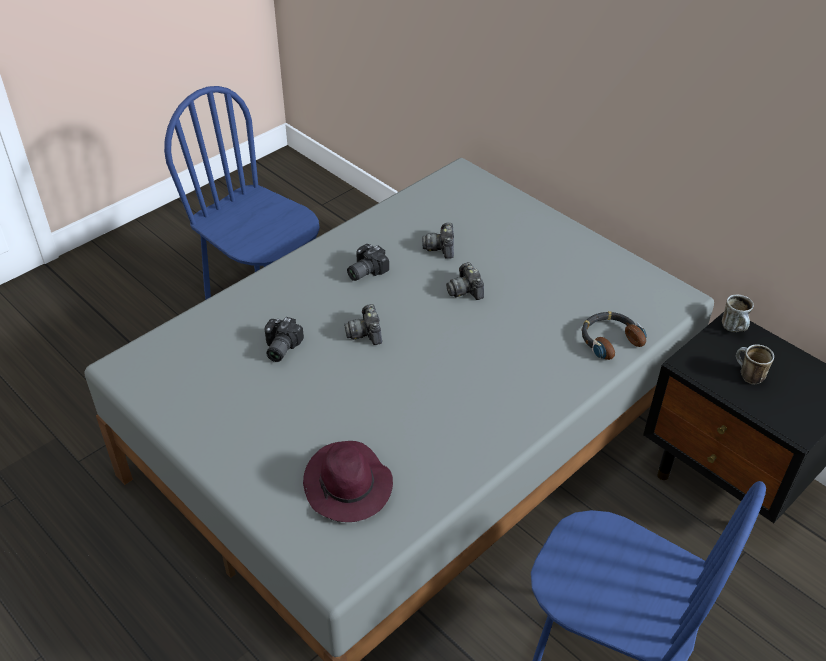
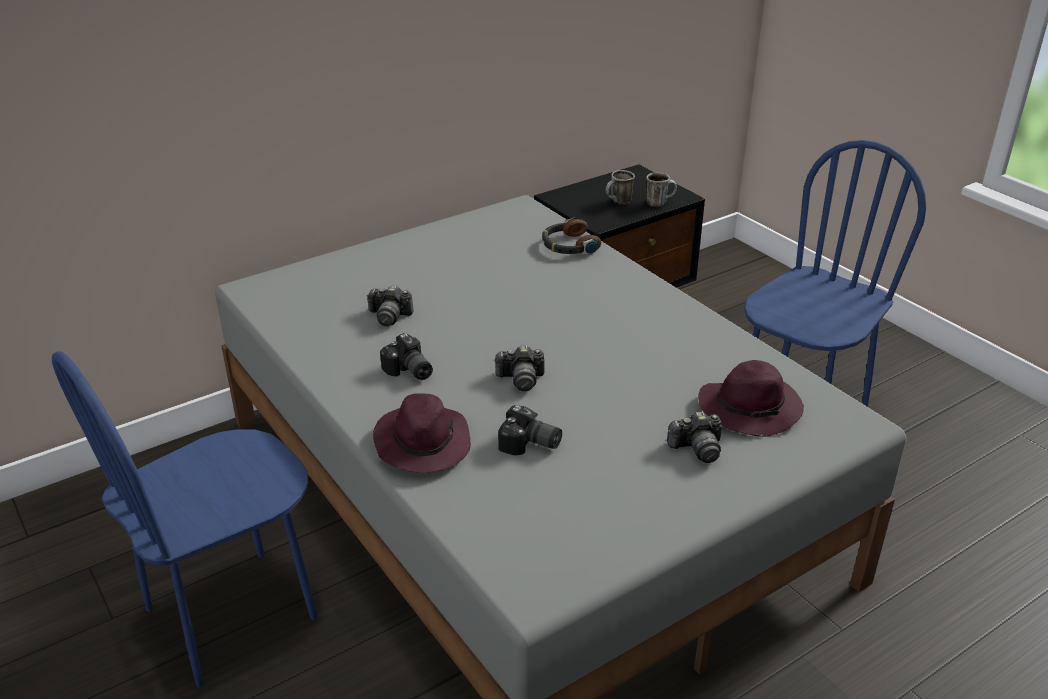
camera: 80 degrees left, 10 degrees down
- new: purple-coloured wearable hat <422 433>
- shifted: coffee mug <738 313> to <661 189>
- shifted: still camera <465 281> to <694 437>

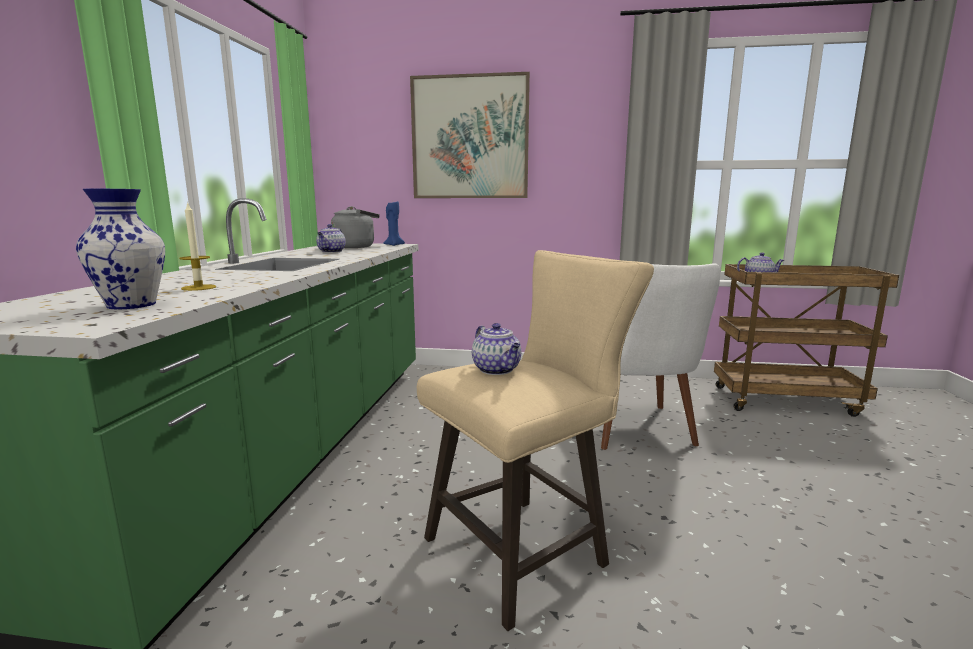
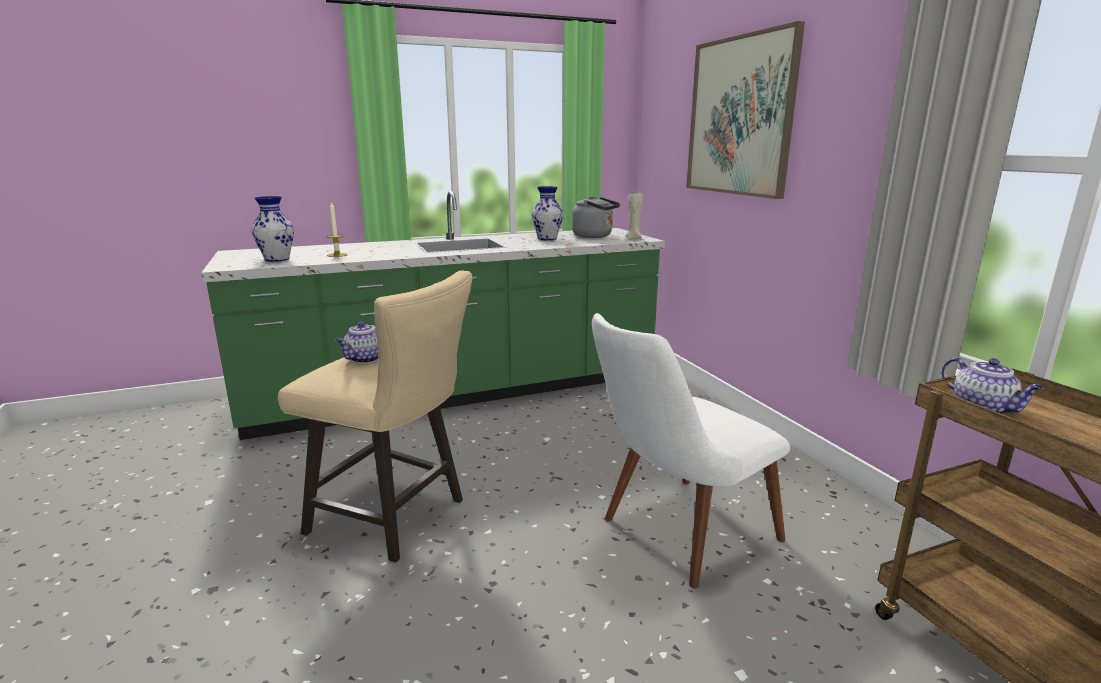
camera: 60 degrees right, 5 degrees up
- swapped: pot for tea <331 238> to decorative vase <547 213>
- repainted: blue-coloured wax light <394 223> to sand-coloured wax light <634 216>

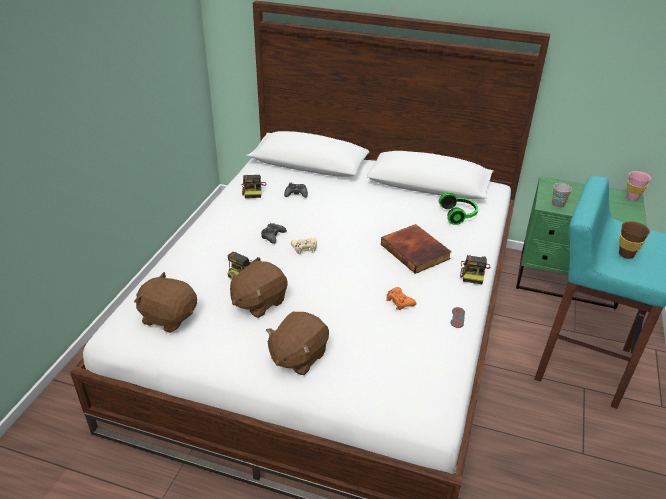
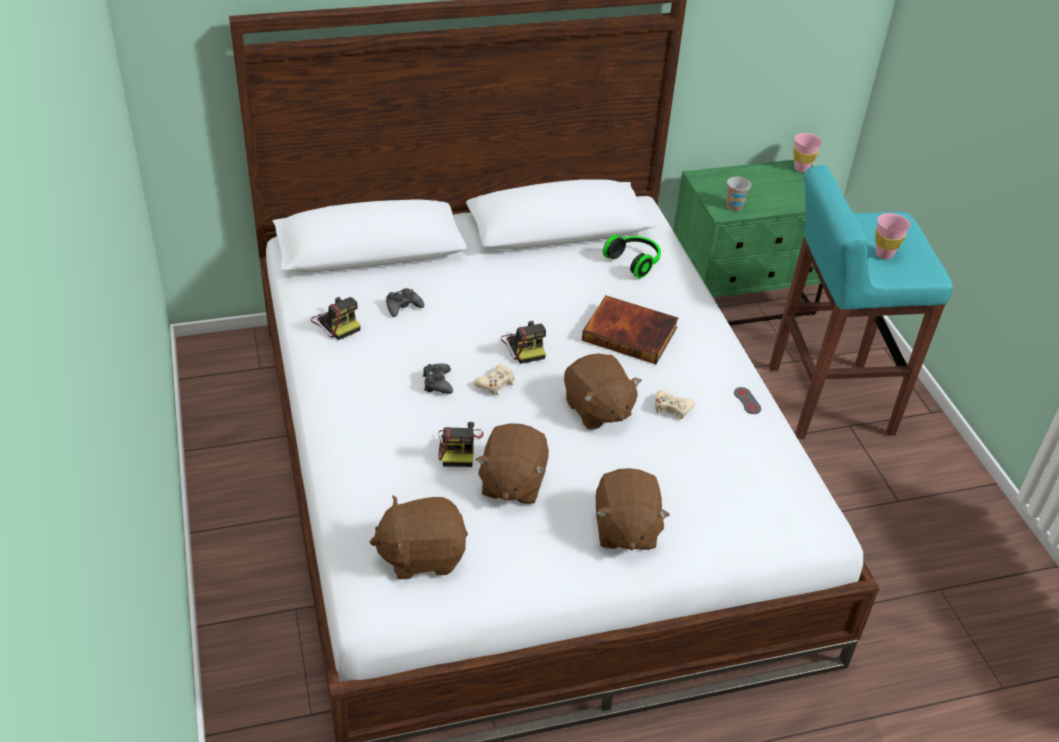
camera: 35 degrees left, 5 degrees up
- shifted: still camera <475 269> to <523 342>
- new: brownish soft toy <603 391>
- repainted: orange-coloured gamepad <401 298> to sand-coloured gamepad <675 405>
- repainted: brownish drinking cup <634 240> to pink-coloured drinking cup <892 236>

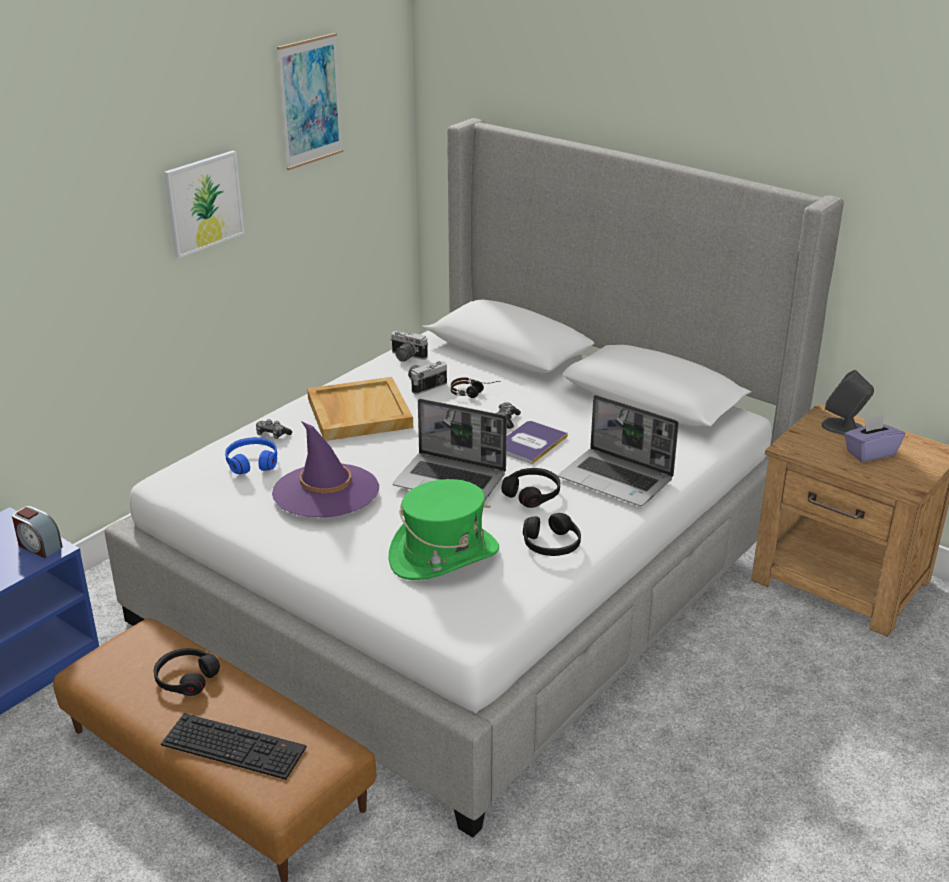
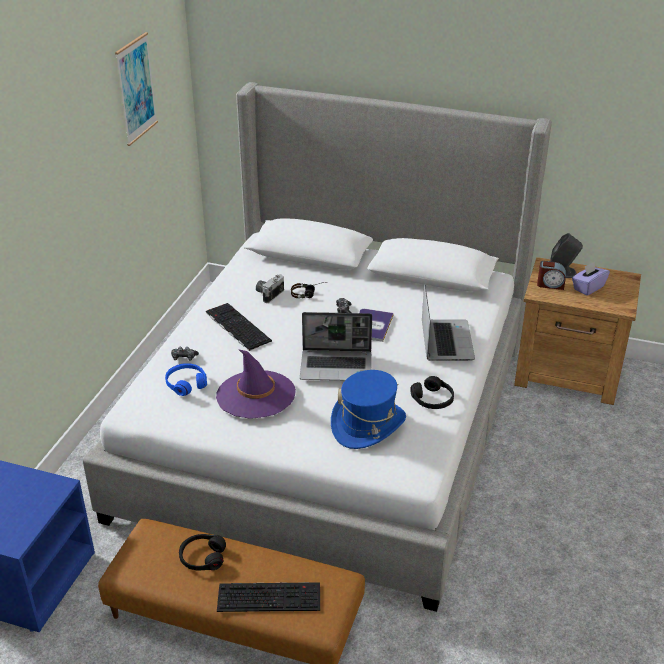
camera: 20 degrees left, 5 degrees up
- swapped: sand-coloured serving tray <360 409> to PC keyboard <239 327>
- repainted: green wearable hat <444 529> to blue-coloured wearable hat <368 409>
- rotated: portable computer <618 450> = <448 323> 105 degrees counterclockwise
- shifted: bedside clock <37 532> to <551 275>
- gone: wall picture <204 204>
- gone: still camera <409 346>
- gone: black headphones <530 488>

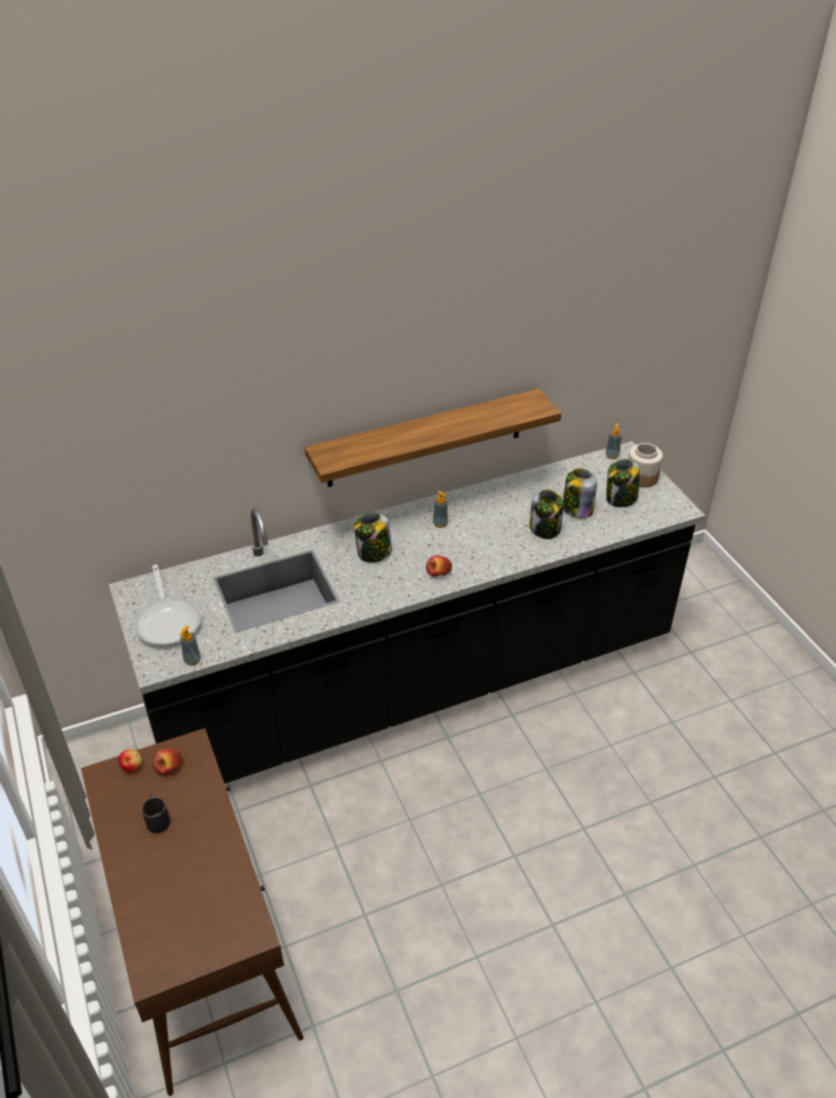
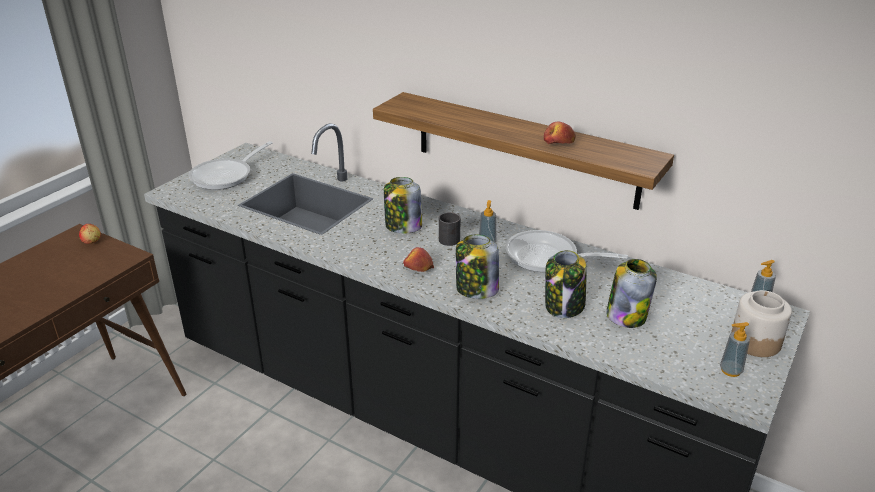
camera: 55 degrees right, 10 degrees down
- shifted: black coffee mug <156 814> to <450 229>
- shifted: jar <623 483> to <477 267>
- new: frying pan <566 251>
- shifted: whole apple <168 761> to <560 133>
- shifted: soap bottle <190 646> to <735 349>

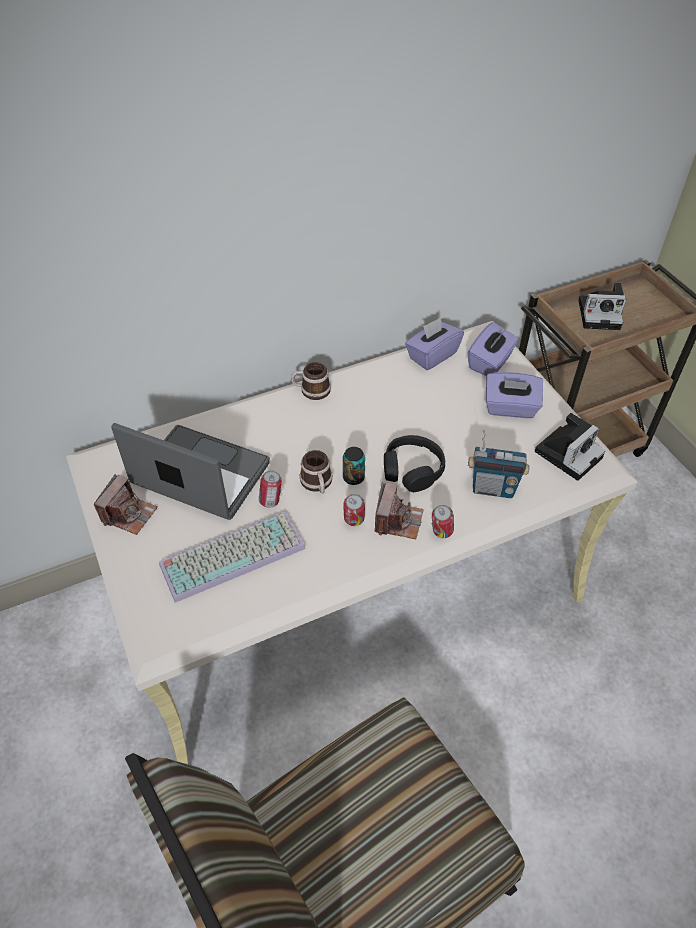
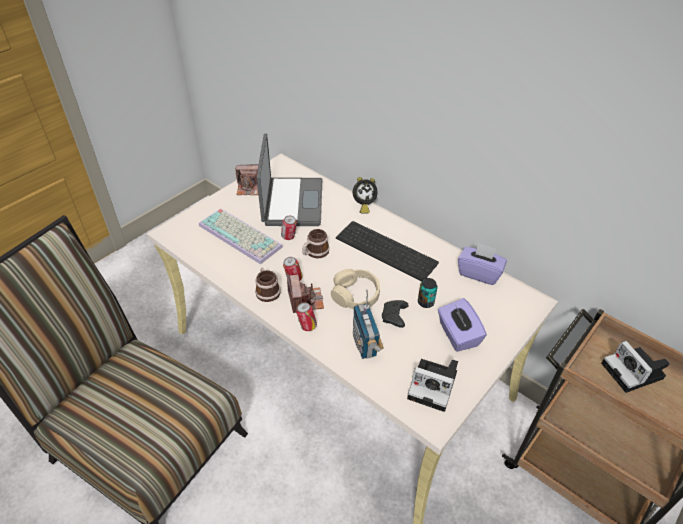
camera: 65 degrees right, 5 degrees down
- shifted: coffee mug <311 381> to <267 285>
- rotated: still camera <399 510> = <305 294> 90 degrees counterclockwise
- repainted: black headphones <414 463> to sand-coloured headphones <355 289>
- new: PC keyboard <387 251>
- new: bedside clock <365 195>
- new: black gamepad <395 314>
- shifted: can <354 466> to <427 293>
- gone: purple-coloured tissue box <493 349>

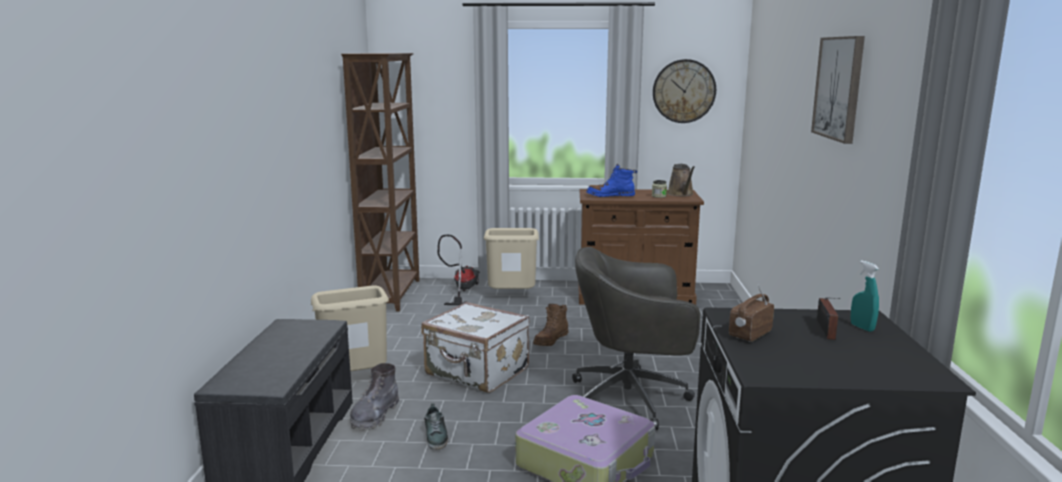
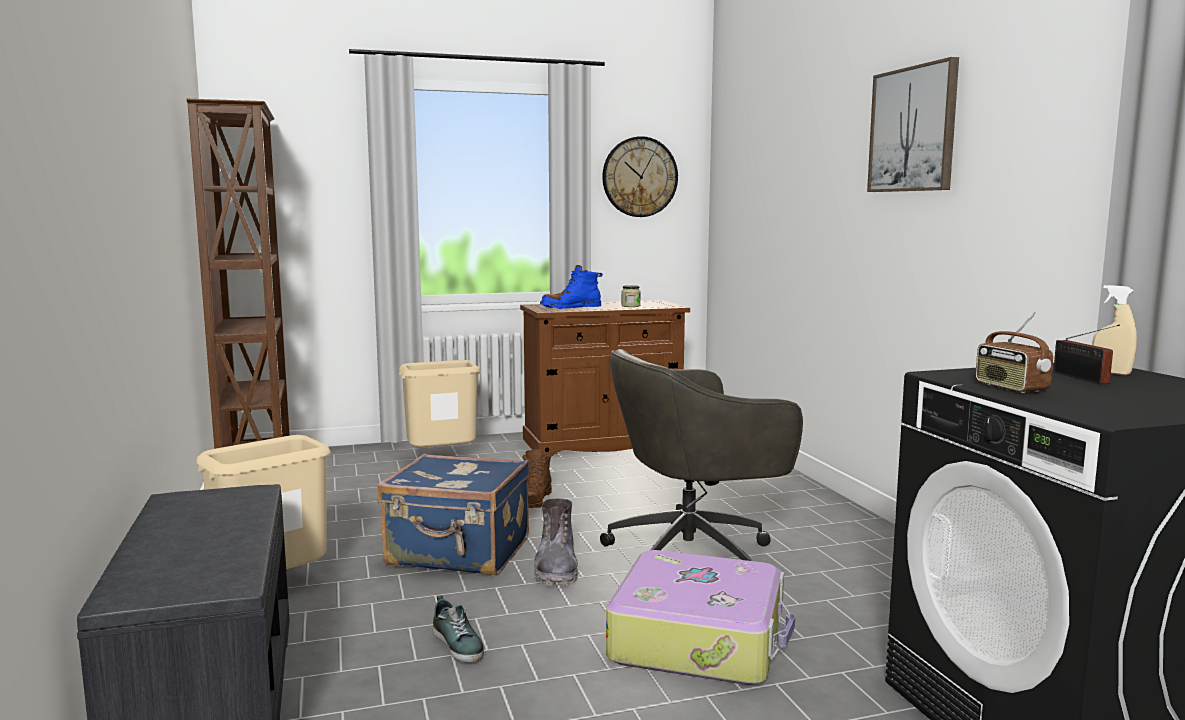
camera: 20 degrees left, 5 degrees down
- repainted: white-coloured suitcase <475 347> to blue-coloured suitcase <453 514>
- shifted: grey boot <374 397> to <556 542>
- rotated: radio receiver <751 313> = <1014 352> 45 degrees counterclockwise
- repainted: turquoise spray bottle <864 296> to sand-coloured spray bottle <1114 330>
- gone: hoover <459 269>
- gone: brownish watering can <681 180>

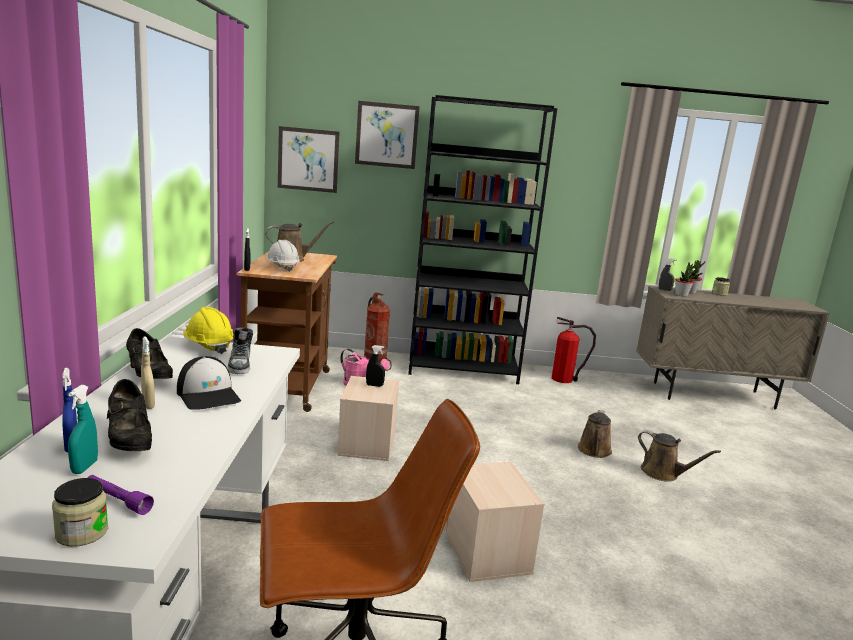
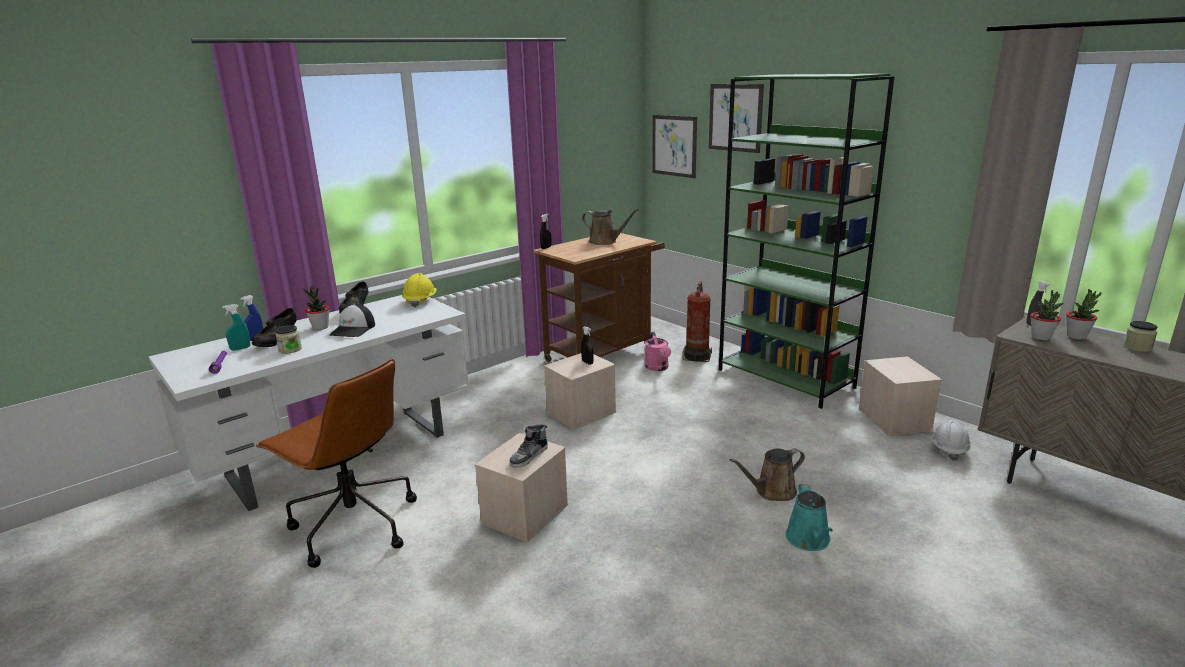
camera: 50 degrees right, 5 degrees up
- shifted: jar <80 512> to <289 339>
- swapped: sand-coloured spray bottle <148 372> to houseplant <316 308>
- shifted: shoe <240 350> to <528 446>
- repainted: black bookshelf <483 239> to green bookshelf <807 241>
- repainted: brownish watering can <679 456> to turquoise watering can <809 517>
- swapped: fire-fighting cylinder <574 350> to sand-coloured storage container <900 396>
- shifted: white-coloured work helmet <283 256> to <951 440>

